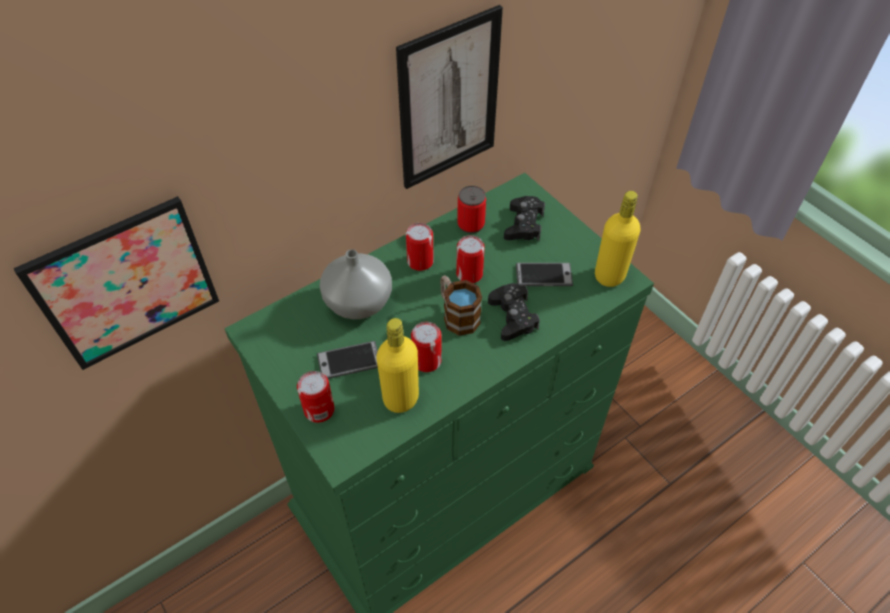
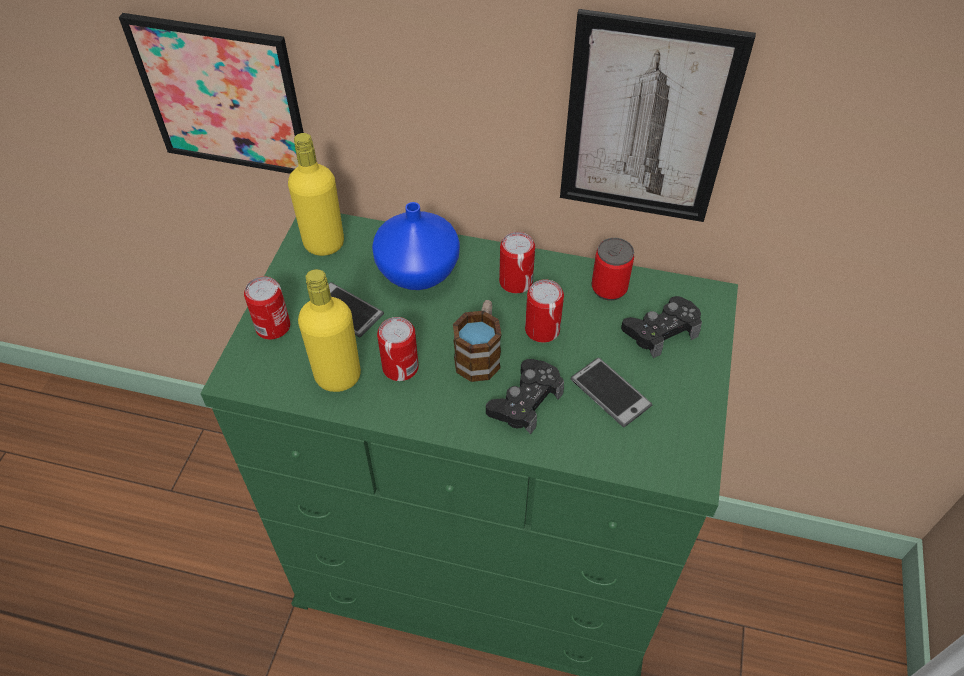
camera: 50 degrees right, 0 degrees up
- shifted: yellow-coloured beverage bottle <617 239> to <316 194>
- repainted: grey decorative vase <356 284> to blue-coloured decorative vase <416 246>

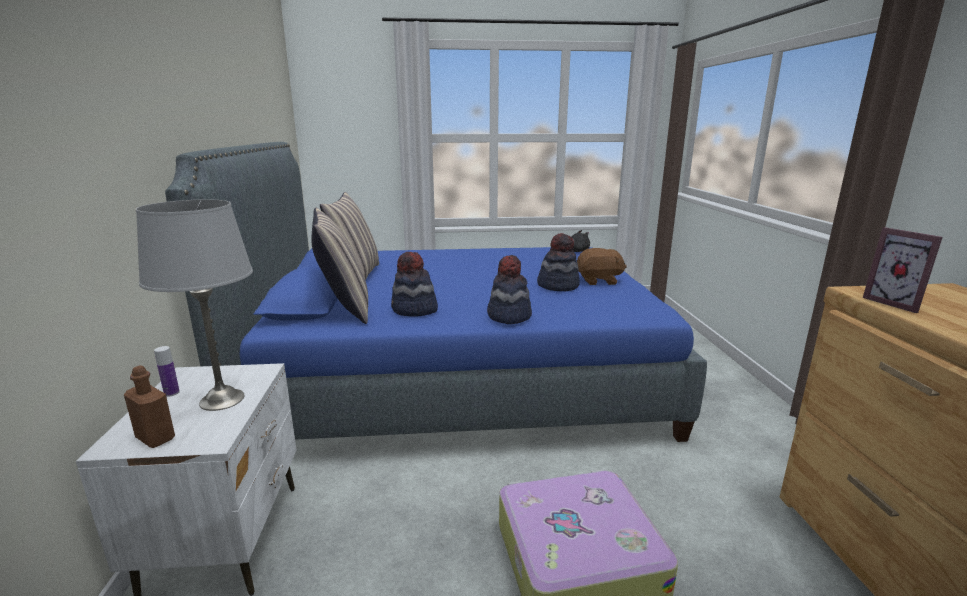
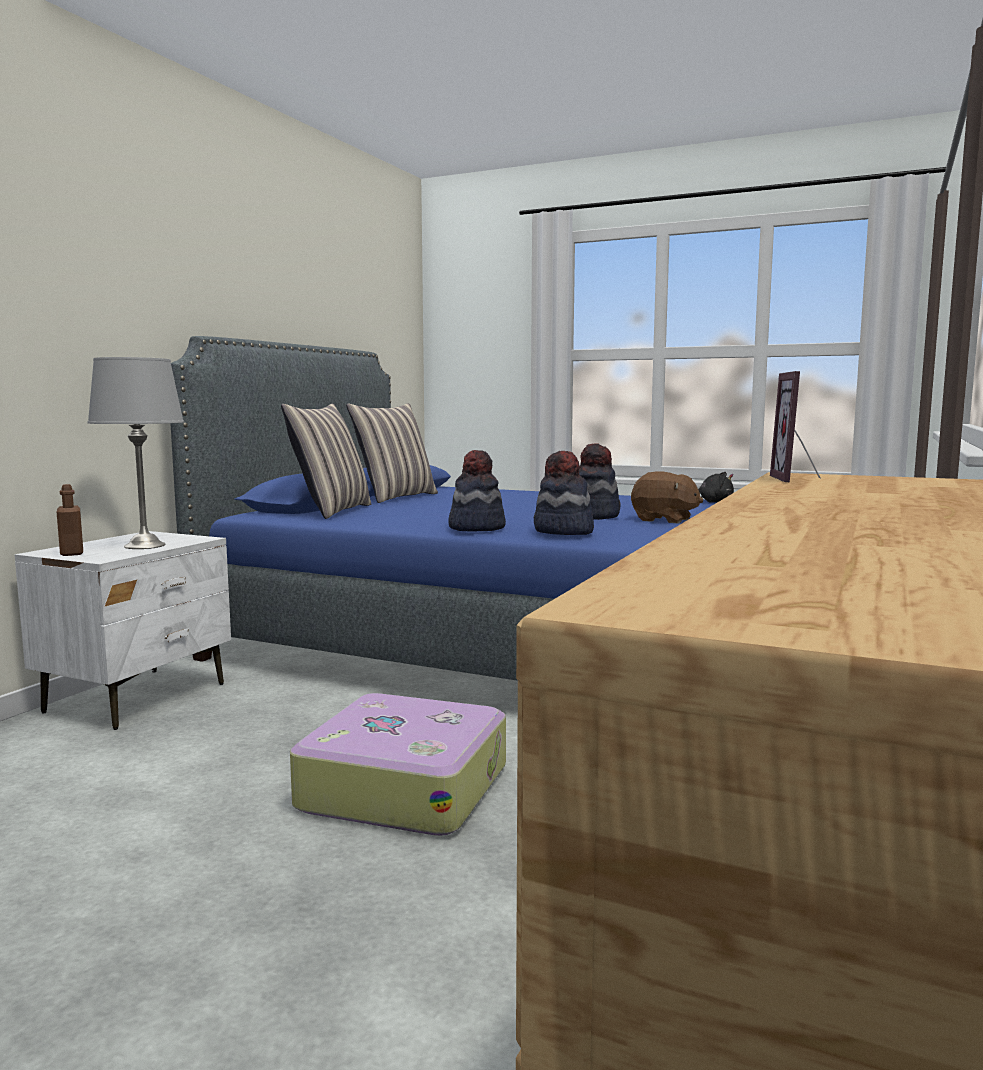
camera: 30 degrees right, 10 degrees down
- shifted: wearable hat <414 284> to <564 493>
- gone: beverage bottle <167 371>

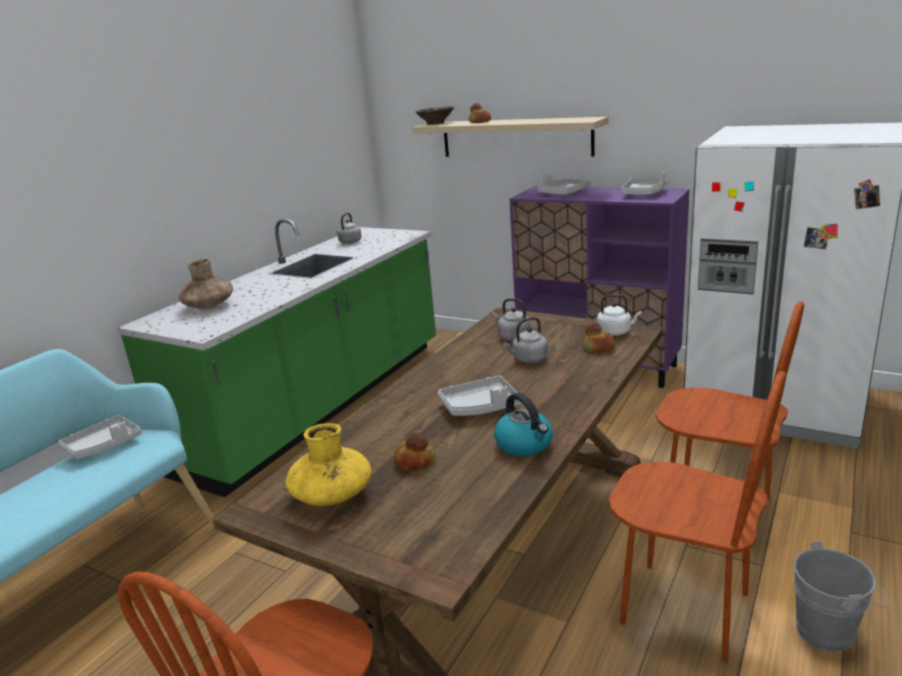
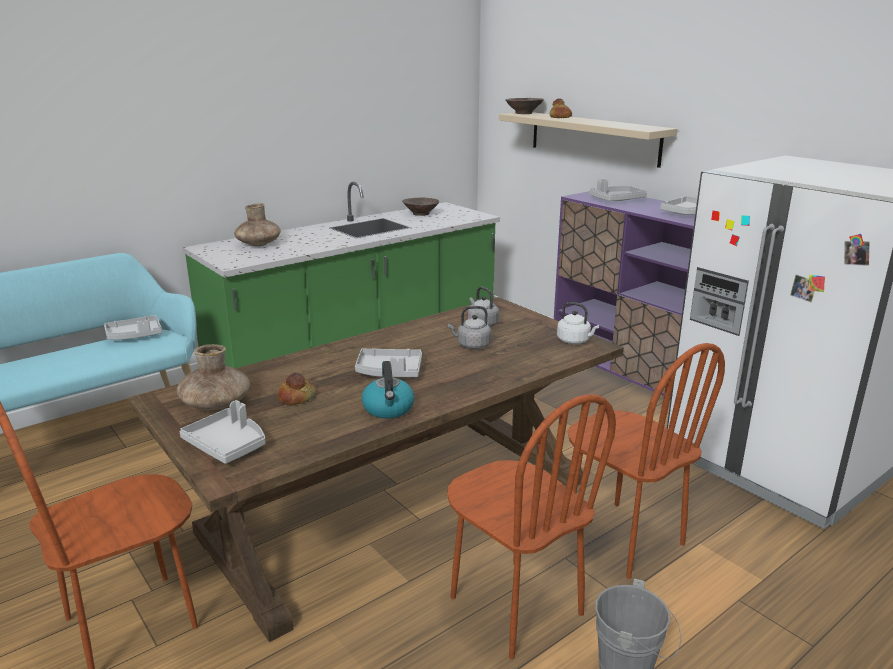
camera: 20 degrees right, 0 degrees up
- repainted: yellow-coloured decorative vase <328 464> to brownish decorative vase <213 377>
- new: grey serving tray <223 432>
- swapped: grey water kettle <349 228> to brownish serving bowl <420 207>
- gone: bread <598 337>

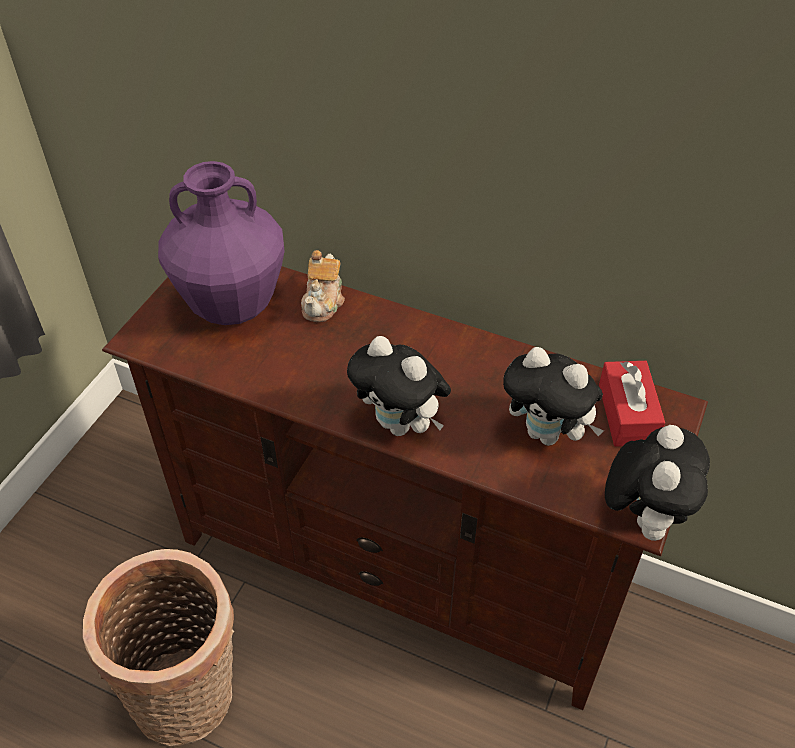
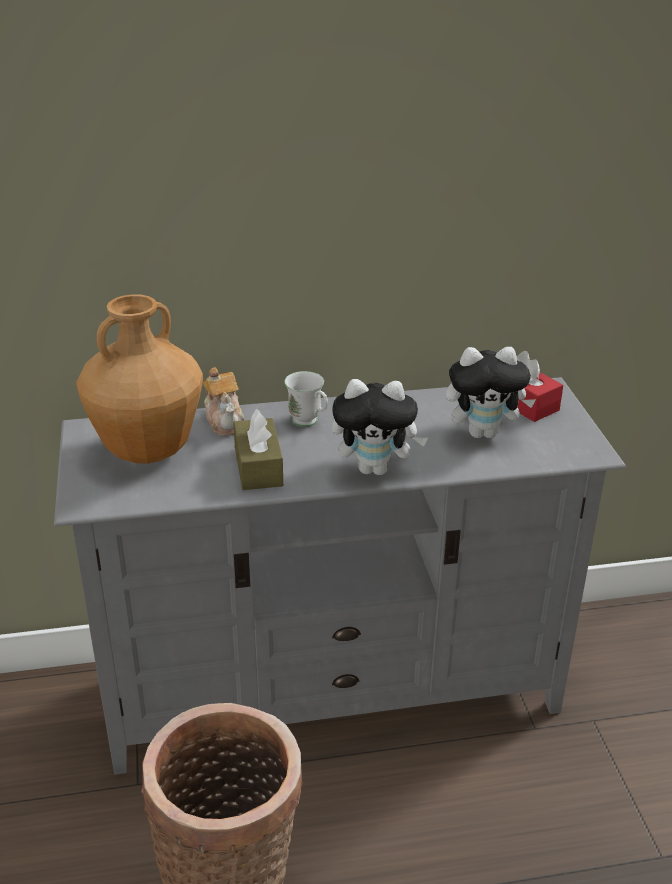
camera: 35 degrees left, 15 degrees down
- repainted: brownish tv unit <405 488> to grey tv unit <340 576>
- repainted: purple-coloured decorative vase <221 243> to brownish decorative vase <139 378>
- new: brownish tissue box <258 449>
- new: white-coloured coffee mug <306 399>
- gone: soft toy <657 483>

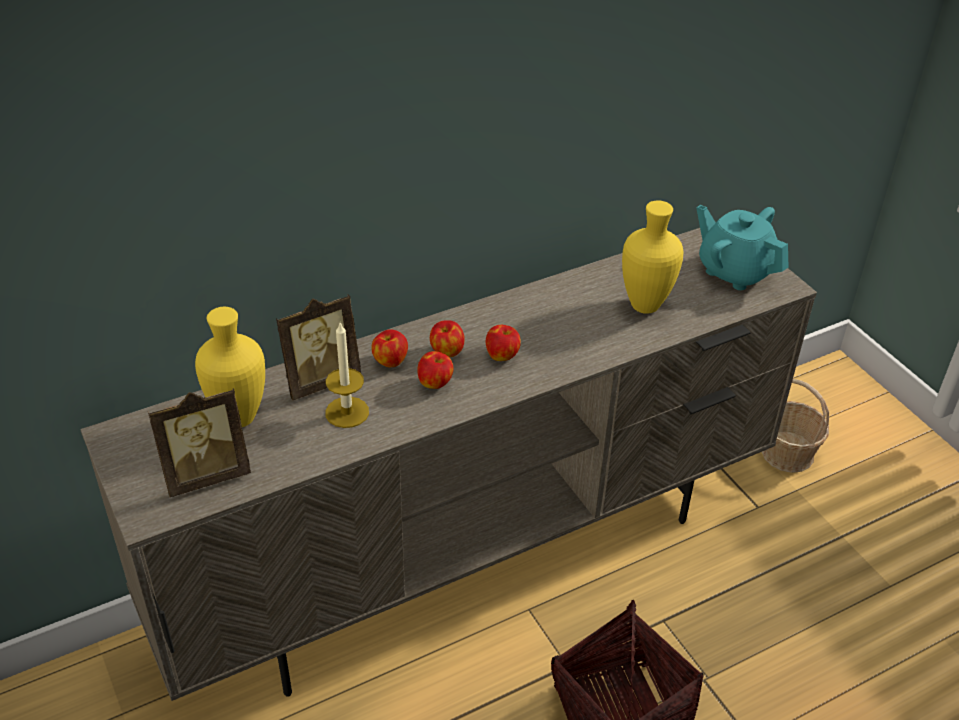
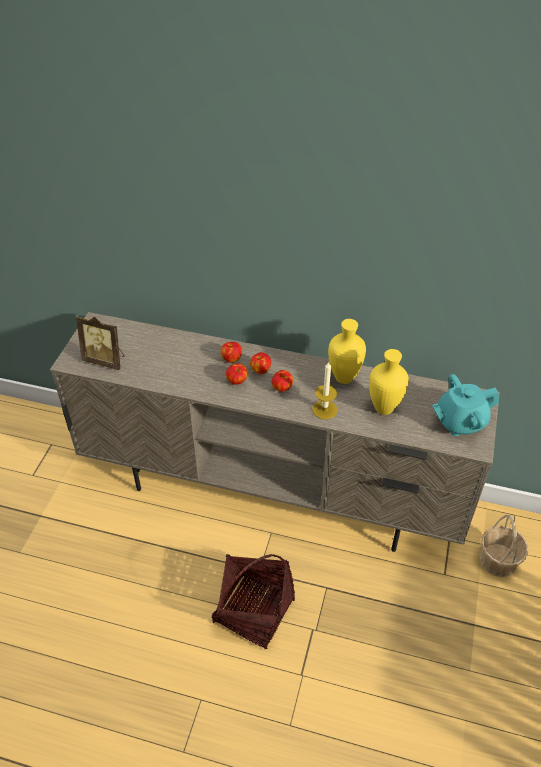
camera: 45 degrees right, 5 degrees up
- shifted: wax light <347 375> to <325 390>
- shifted: yellow-coloured decorative vase <230 367> to <347 351>
- rotated: turquoise pot for tea <742 247> = <465 405> 105 degrees counterclockwise
- gone: photo frame <318 347>

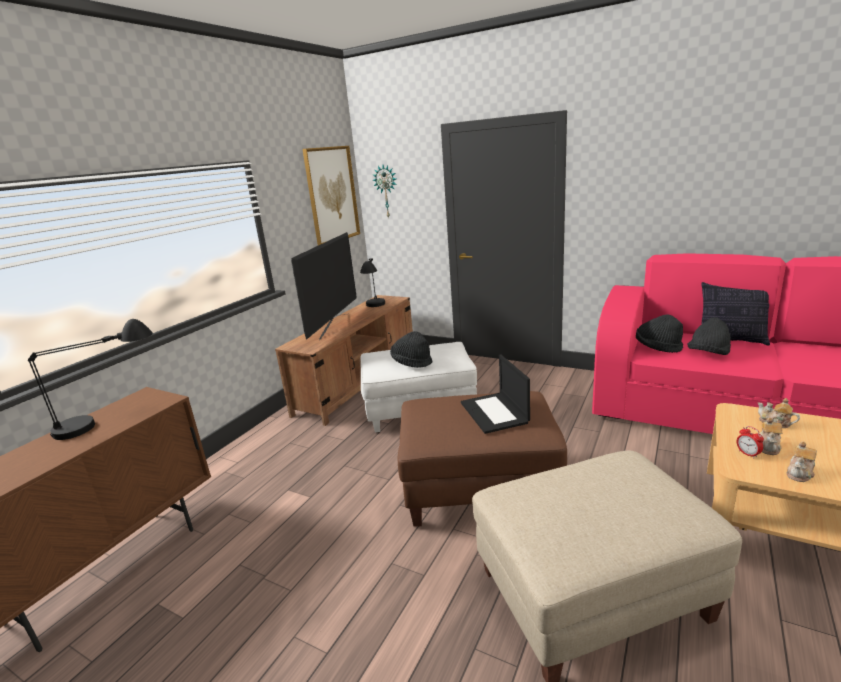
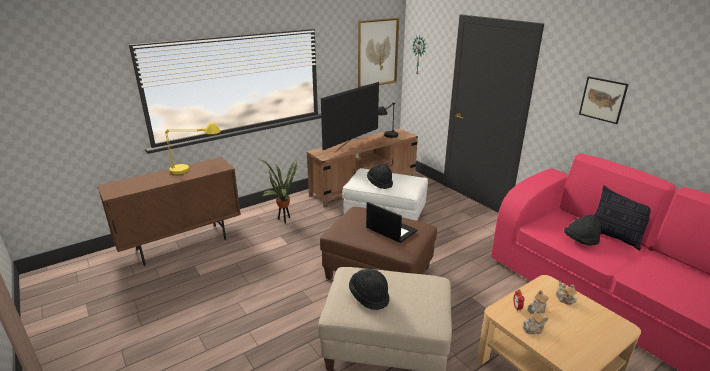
camera: 25 degrees right, 5 degrees up
- repainted: black tabletop lamp <90 379> to yellow-coloured tabletop lamp <193 148>
- new: houseplant <280 191>
- shifted: black wearable hat <659 333> to <369 289>
- rotated: portable computer <495 394> = <391 222> 120 degrees clockwise
- new: wall picture <603 100>

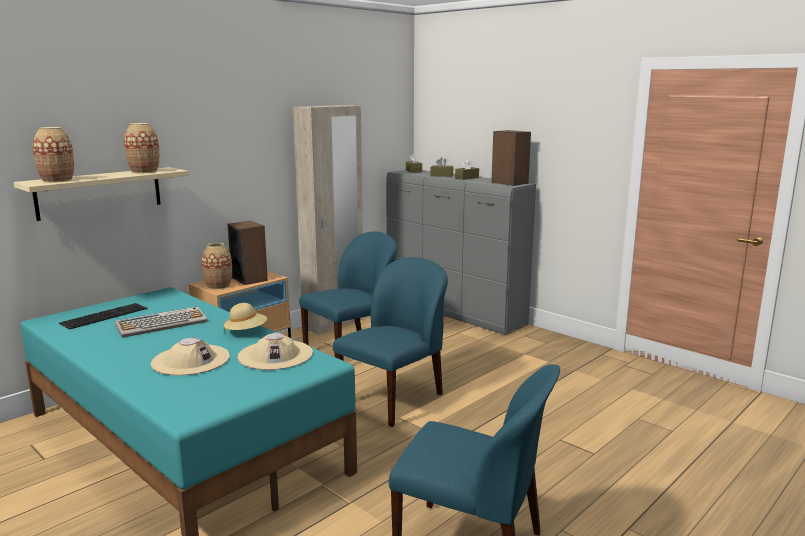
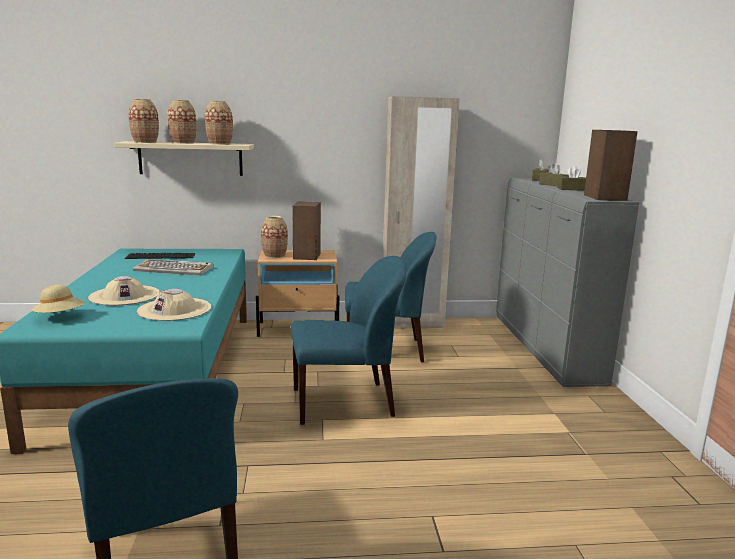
camera: 40 degrees right, 0 degrees up
- shifted: sand-coloured wearable hat <245 317> to <58 299>
- new: decorative vase <181 122>

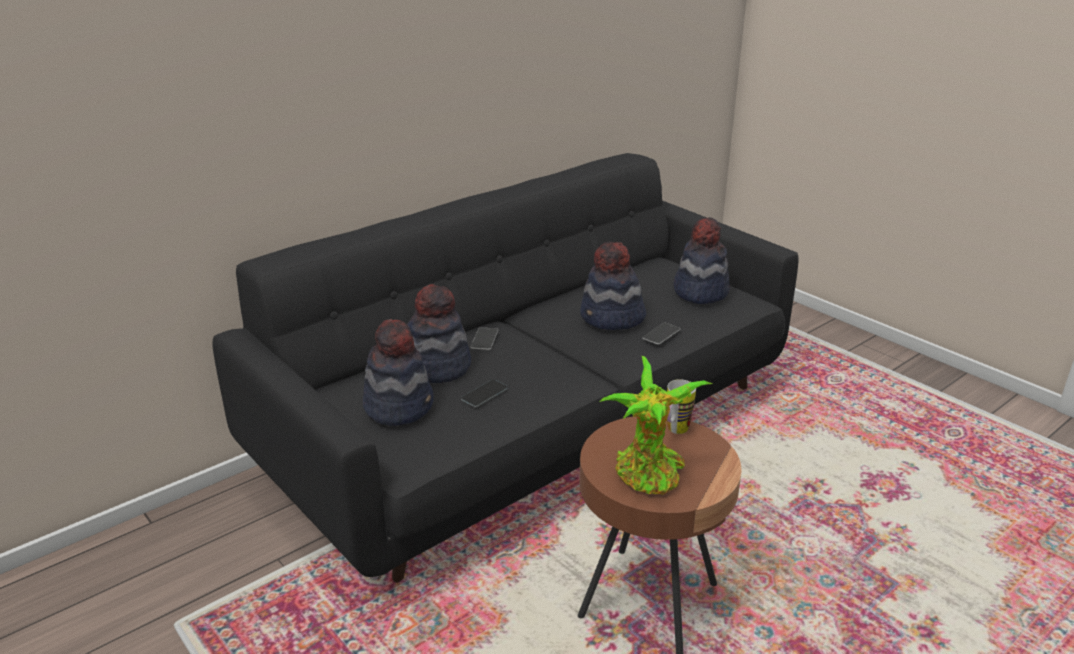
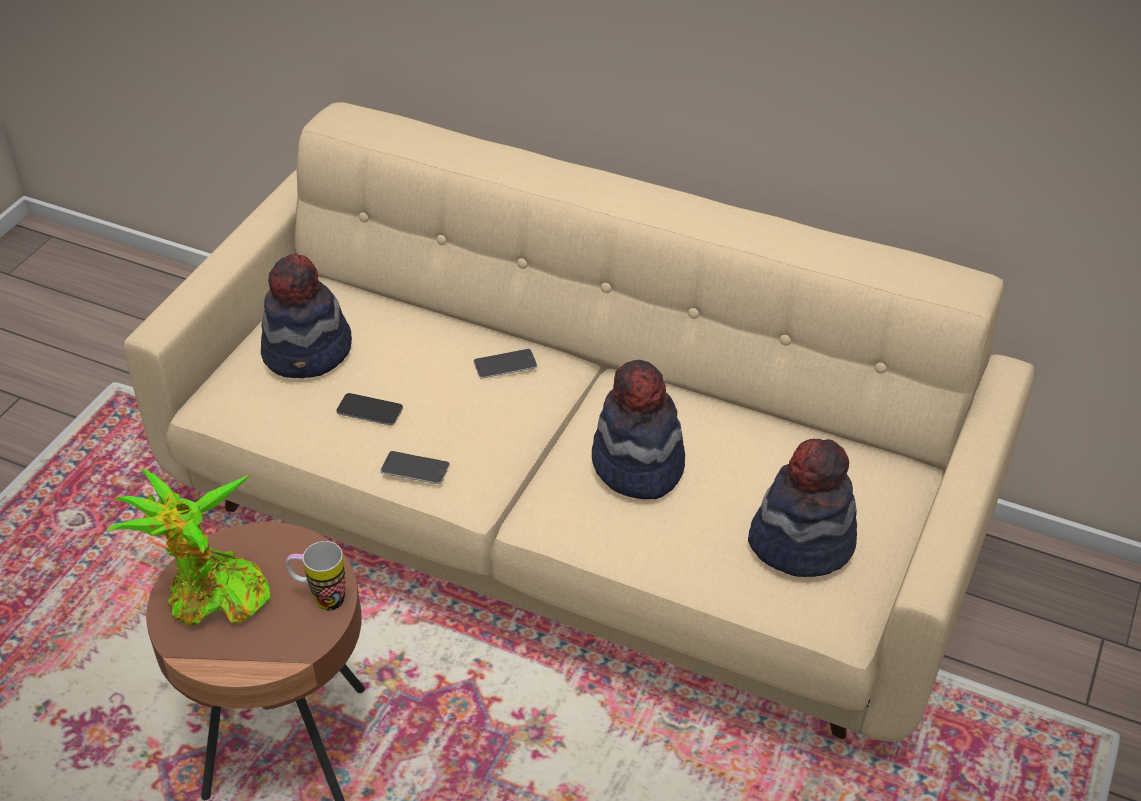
camera: 65 degrees right, 15 degrees up
- repainted: black sofa <505 368> to sand-coloured sofa <579 421>
- shifted: handset <661 334> to <415 467>
- gone: wearable hat <439 333>

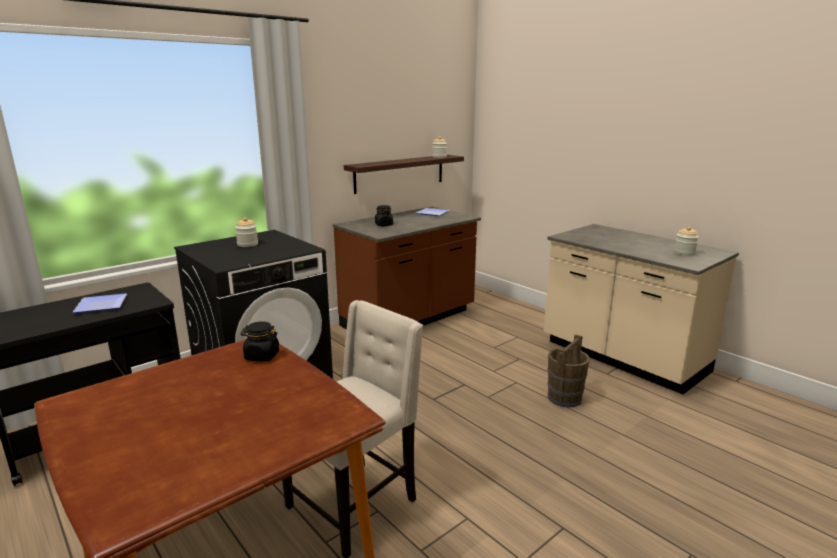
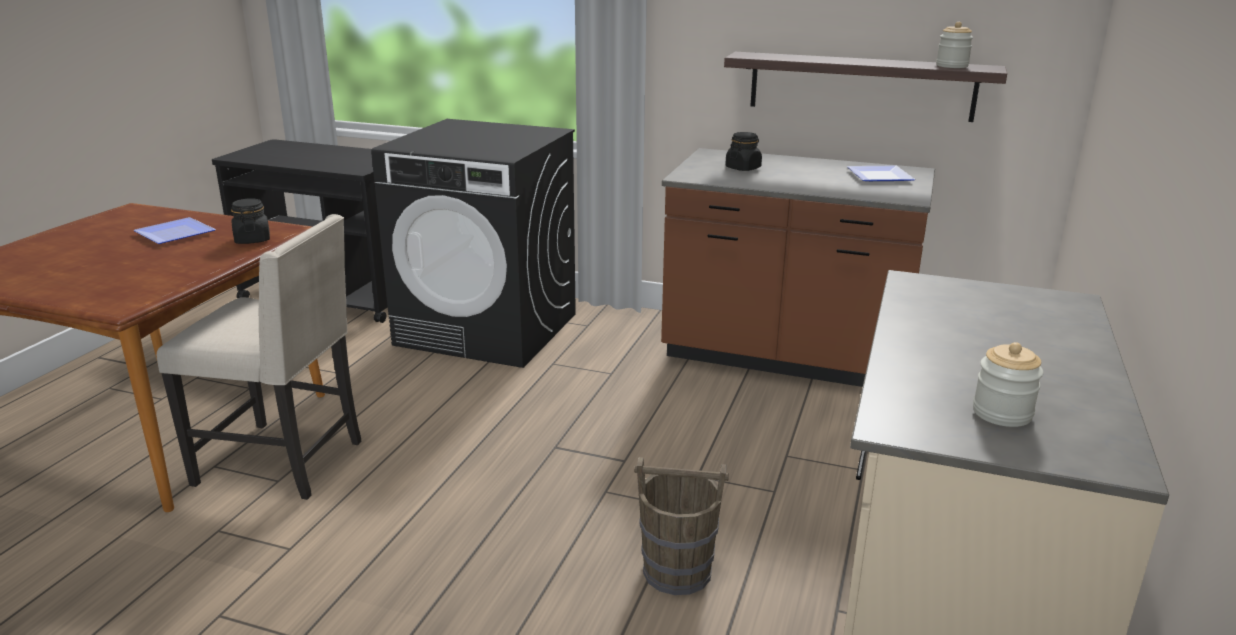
camera: 60 degrees right, 5 degrees up
- shifted: flat dish <100 303> to <174 230>
- gone: jar <246 232>

